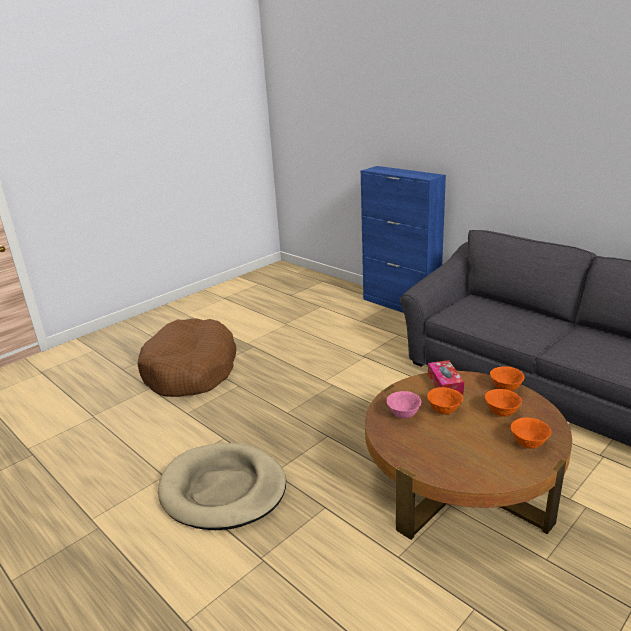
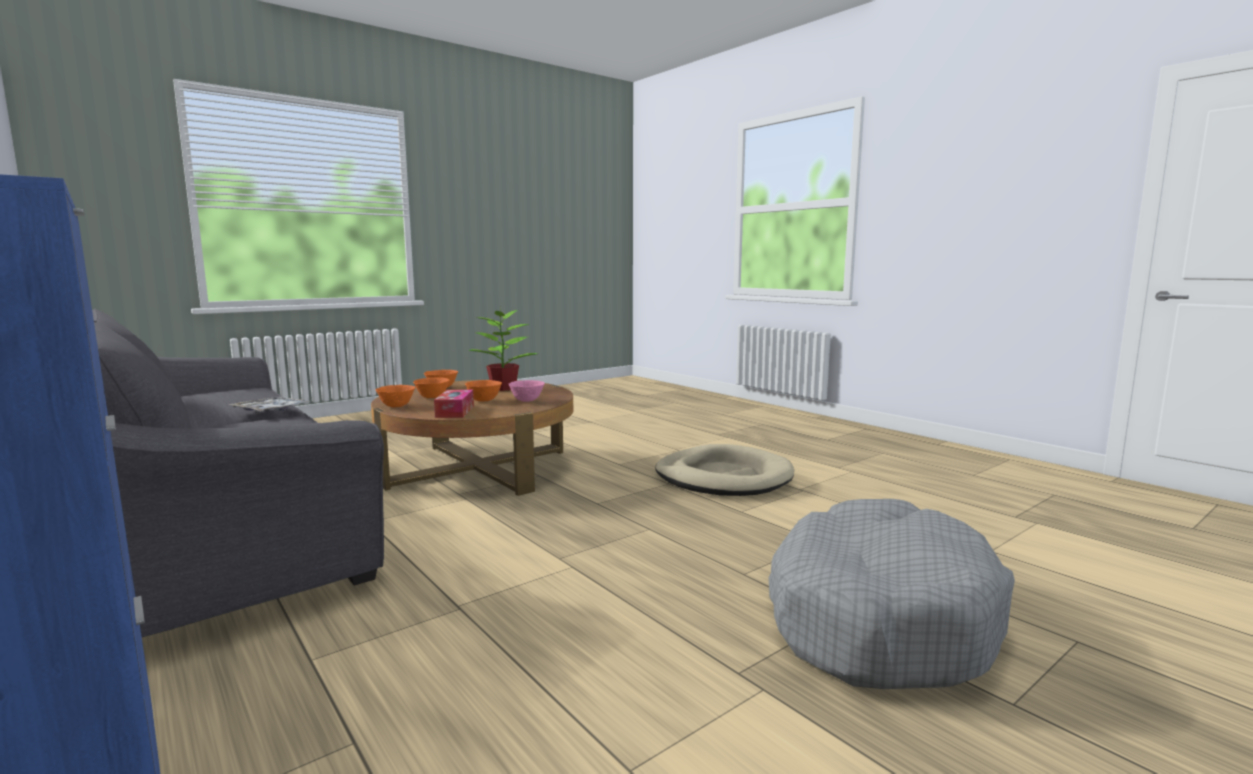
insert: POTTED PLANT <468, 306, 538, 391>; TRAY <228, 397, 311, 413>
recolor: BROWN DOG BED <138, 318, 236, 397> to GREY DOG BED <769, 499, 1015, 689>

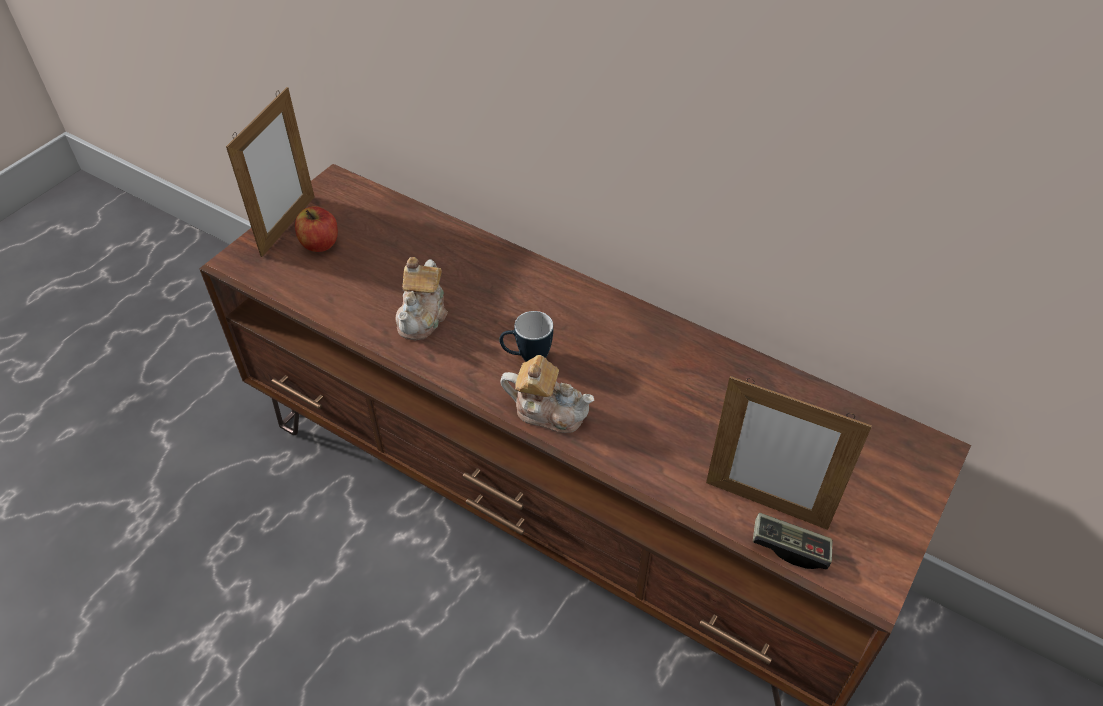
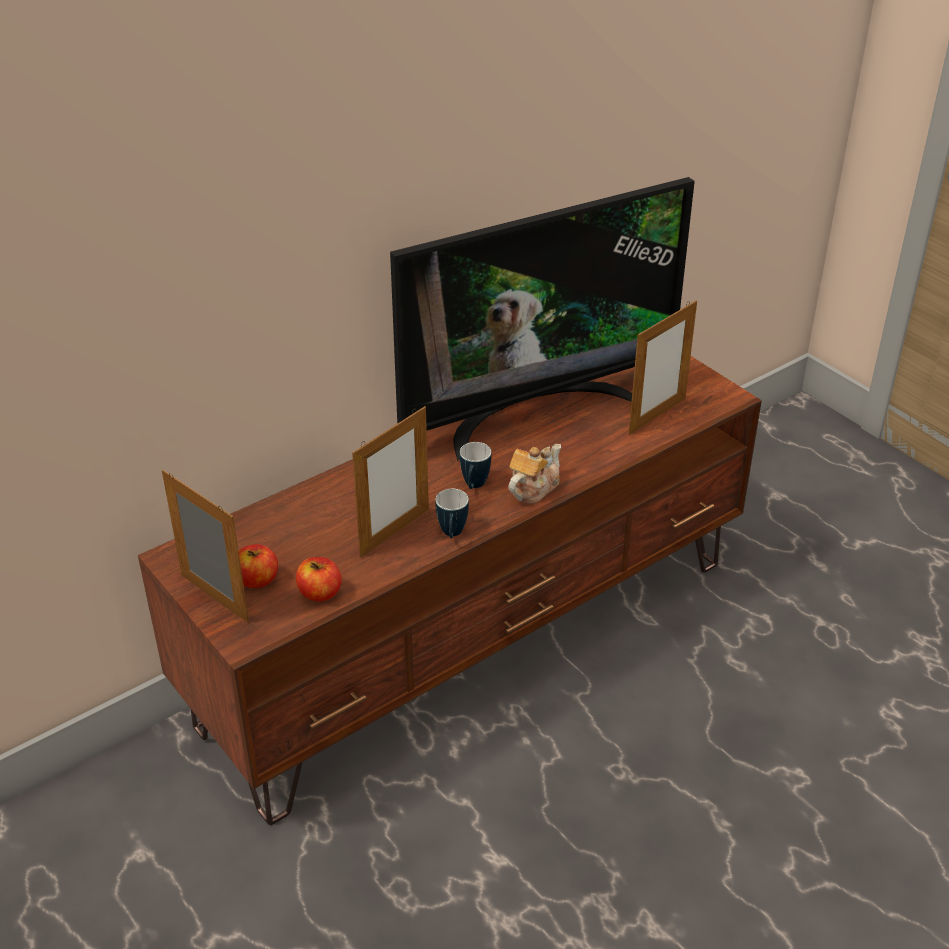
delete: GAME CONTROLLER <753, 513, 833, 570>
insert: TELEVISION <390, 177, 695, 460>; MUG <435, 489, 469, 539>; APPLE <296, 557, 342, 602>
replace: TEAPOT <395, 257, 448, 340> to PICTURE FRAME <352, 406, 429, 557>

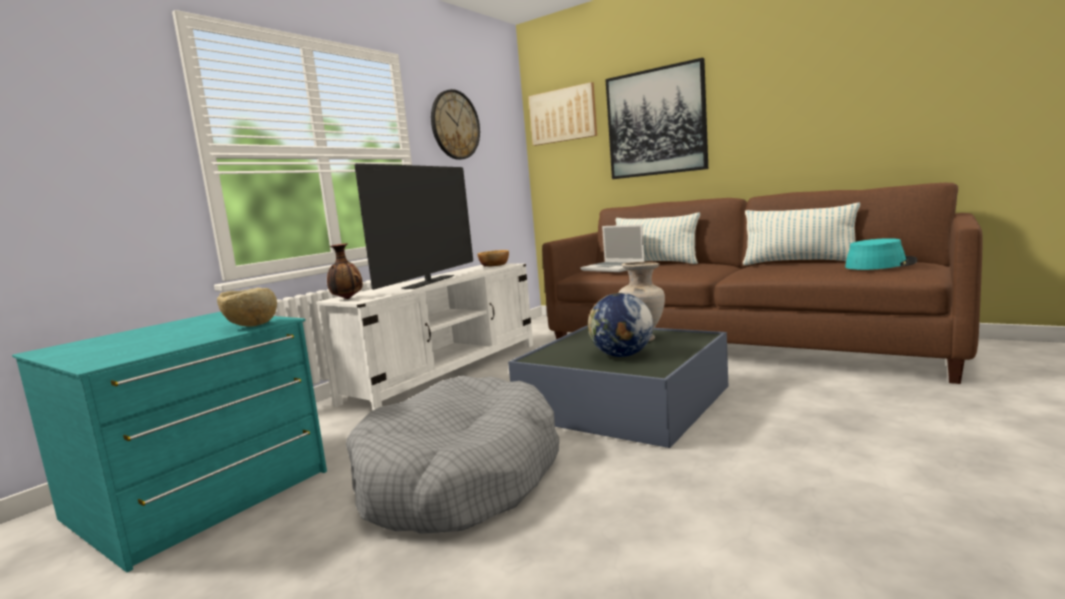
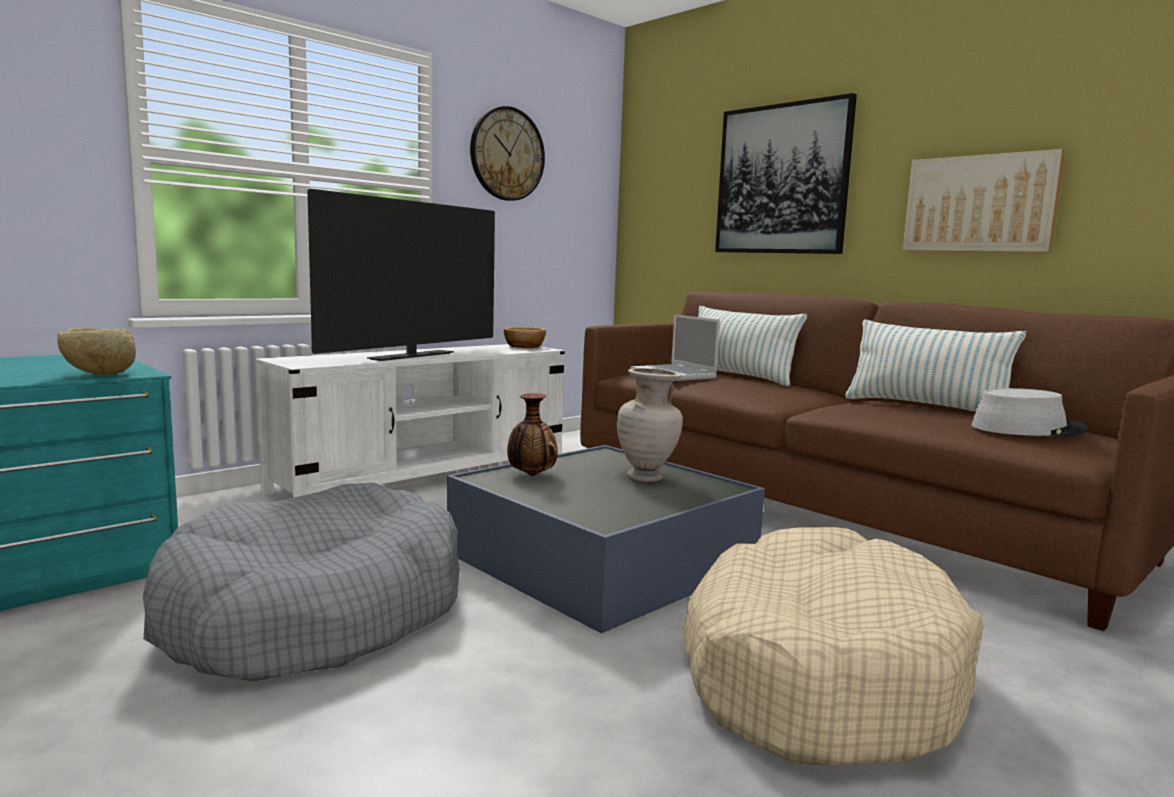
delete: GLOBE <588, 293, 653, 357>
insert: BEIGE DOG BED <683, 527, 983, 766>
move: PICTURE <528, 82, 597, 146> to <903, 149, 1065, 252>; VASE <327, 243, 363, 299> to <507, 393, 557, 476>
recolor: TURQUOISE HAT <845, 238, 918, 270> to GREY HAT <971, 388, 1087, 437>

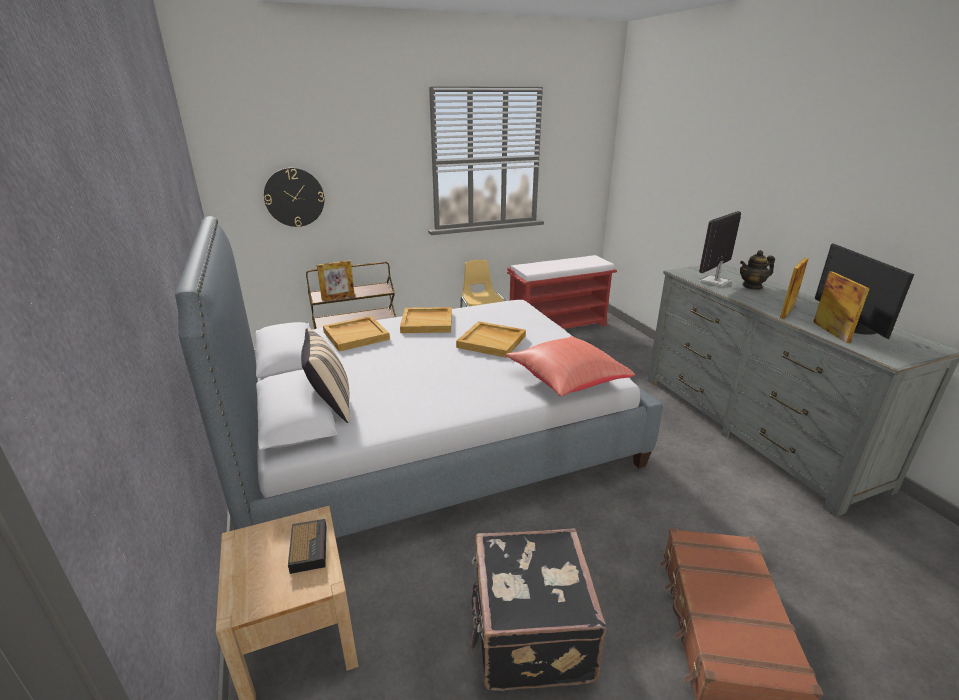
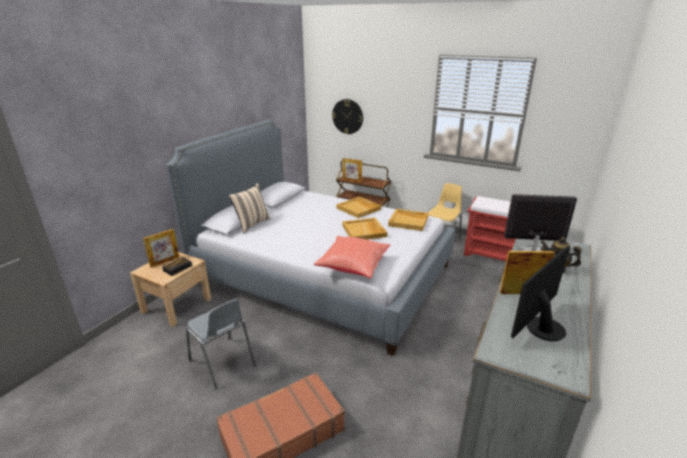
move: PICTURE FRAME <813, 272, 870, 343> to <143, 229, 179, 268>; BEIGE TRAY <323, 316, 390, 351> to <388, 209, 428, 231>
replace: BLACK SUITCASE <471, 528, 606, 691> to GREY CHAIR <186, 298, 256, 389>

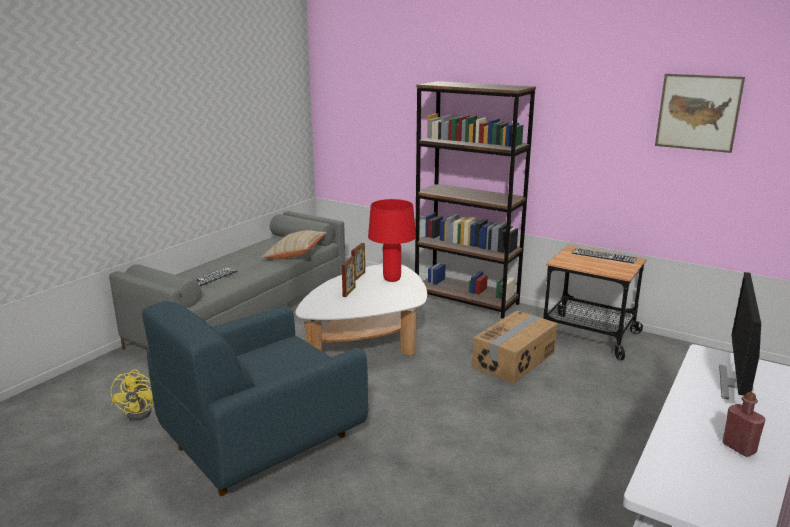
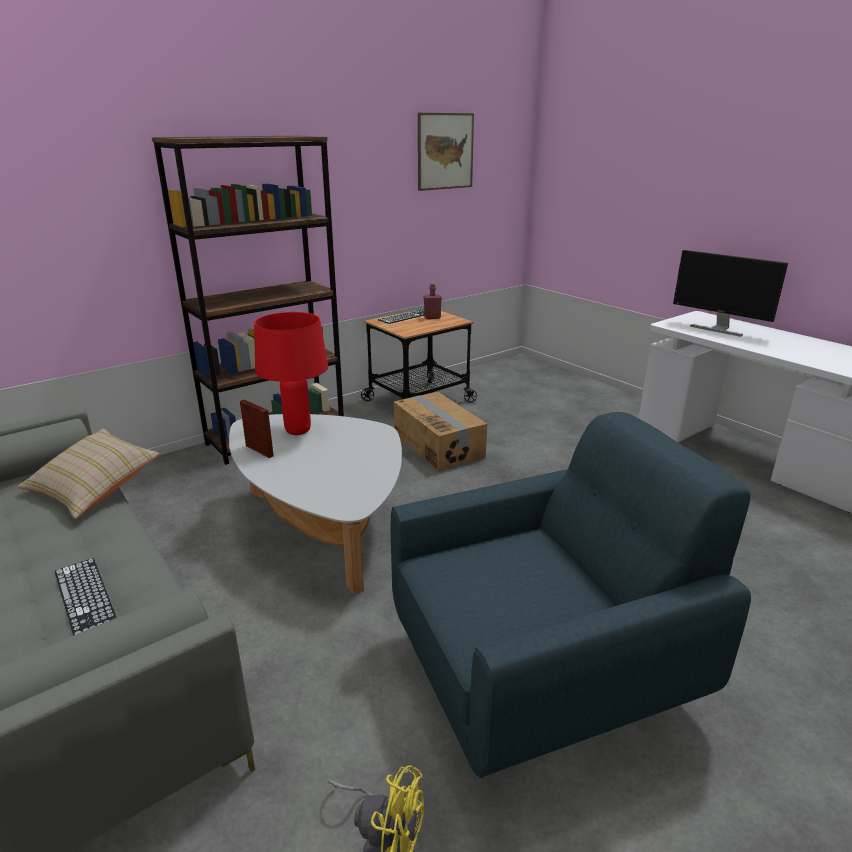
delete: PICTURE FRAME <342, 256, 355, 297>
move: RED BOTTLE <723, 392, 766, 457> to <424, 284, 442, 319>
rotate: BLUE ARMCHAIR <142, 301, 368, 496> = <391, 412, 751, 778> 90 degrees counterclockwise

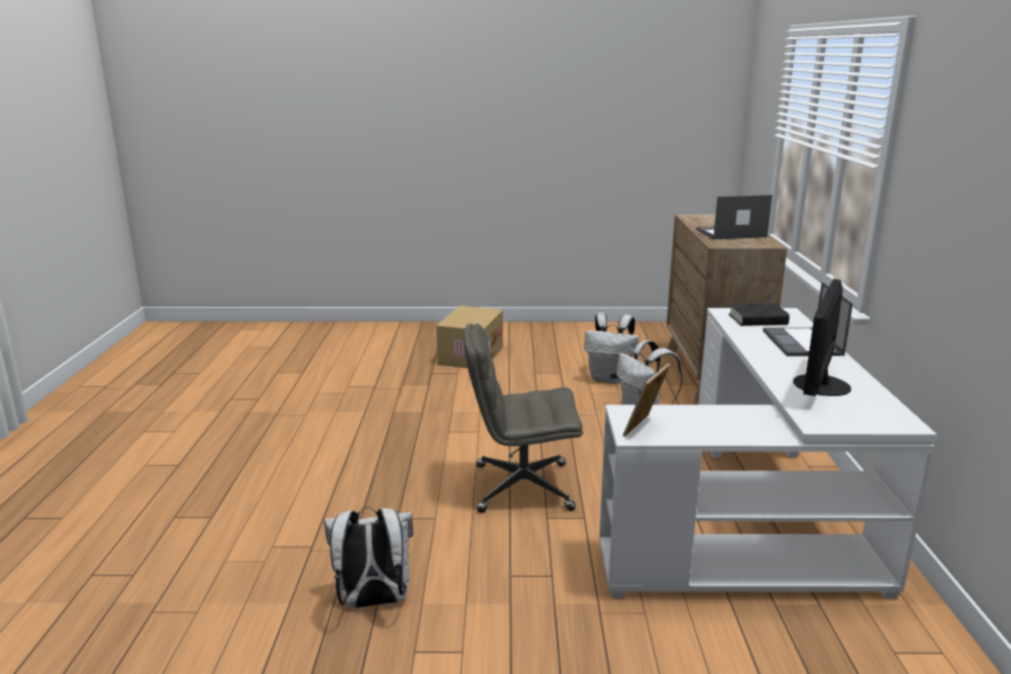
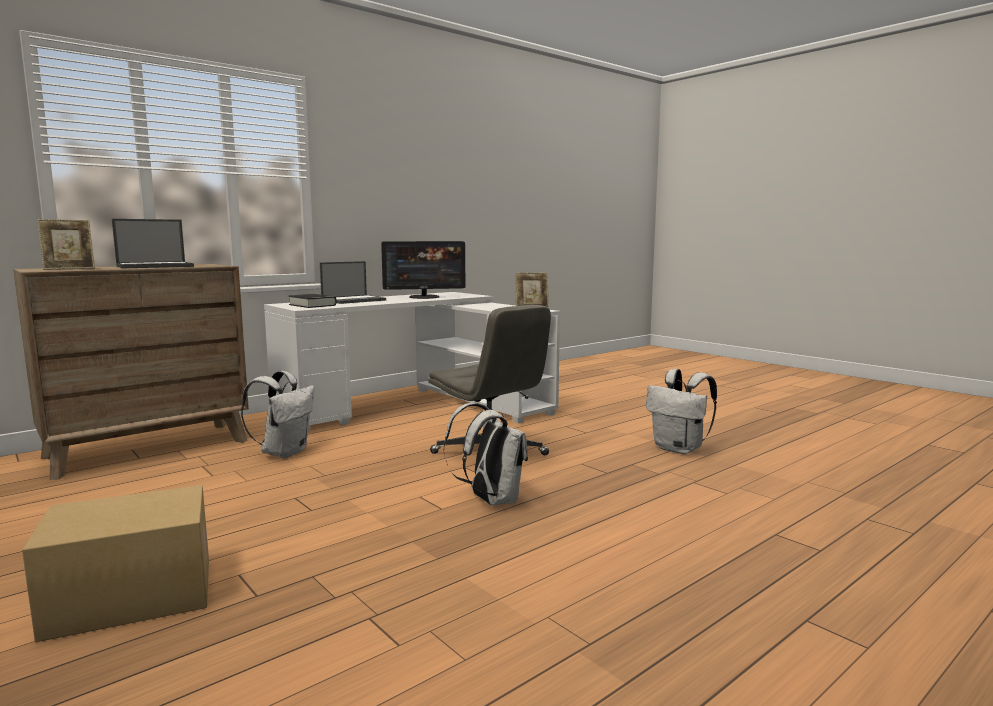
insert: PICTURE FRAME <37, 219, 95, 270>
move: WHITE BACKPACK <584, 313, 639, 383> to <443, 403, 528, 505>
rotate: LAPTOP <696, 195, 772, 239> = <112, 219, 194, 268> 75 degrees counterclockwise

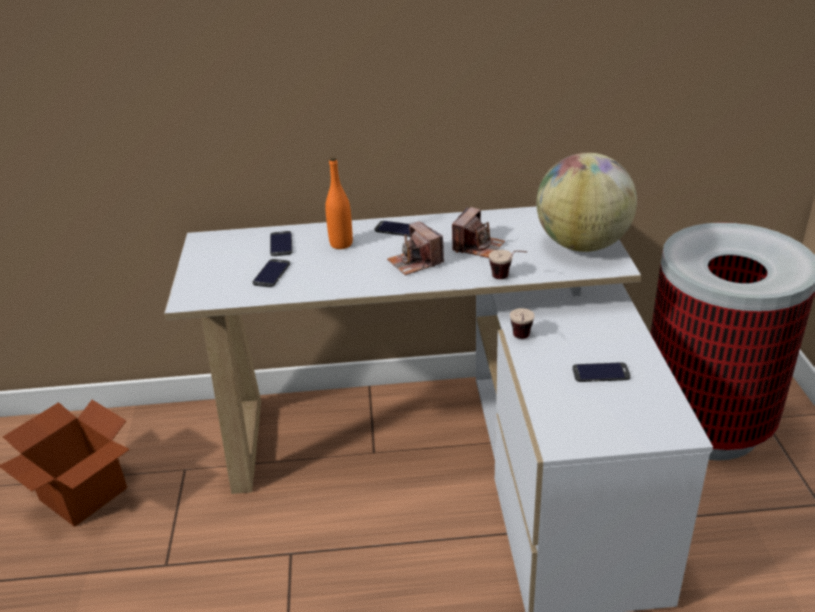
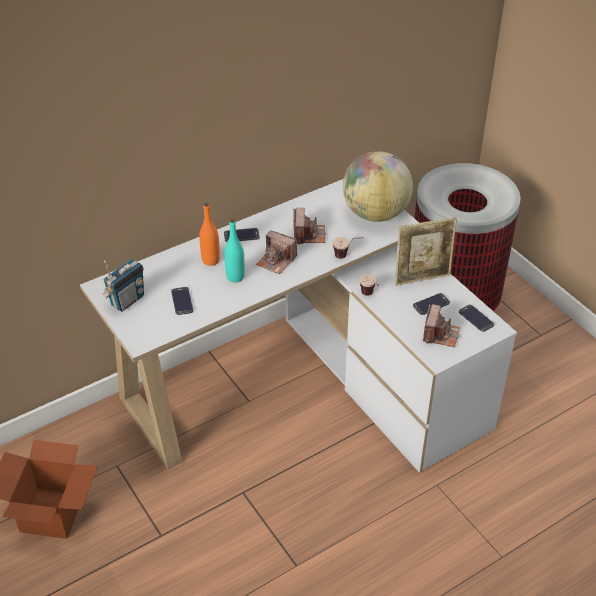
insert: PICTURE FRAME <395, 217, 457, 286>; TURQUOISE BOTTLE <224, 219, 245, 283>; RADIO <103, 259, 144, 312>; PHOTO CAMERA <423, 304, 460, 347>
move: PHONE <270, 231, 292, 256> to <459, 304, 494, 332>

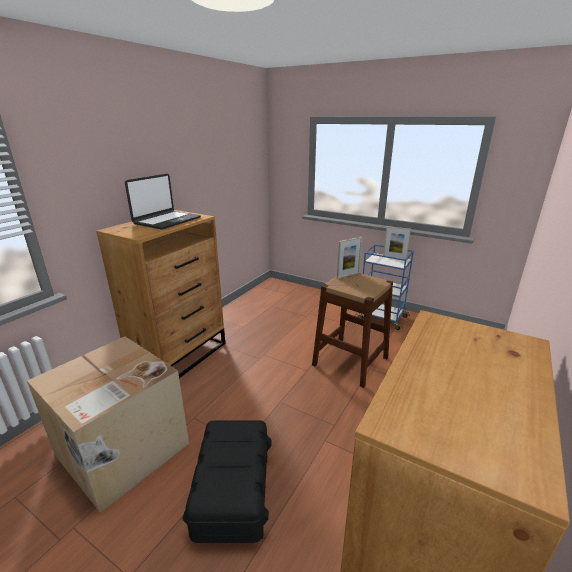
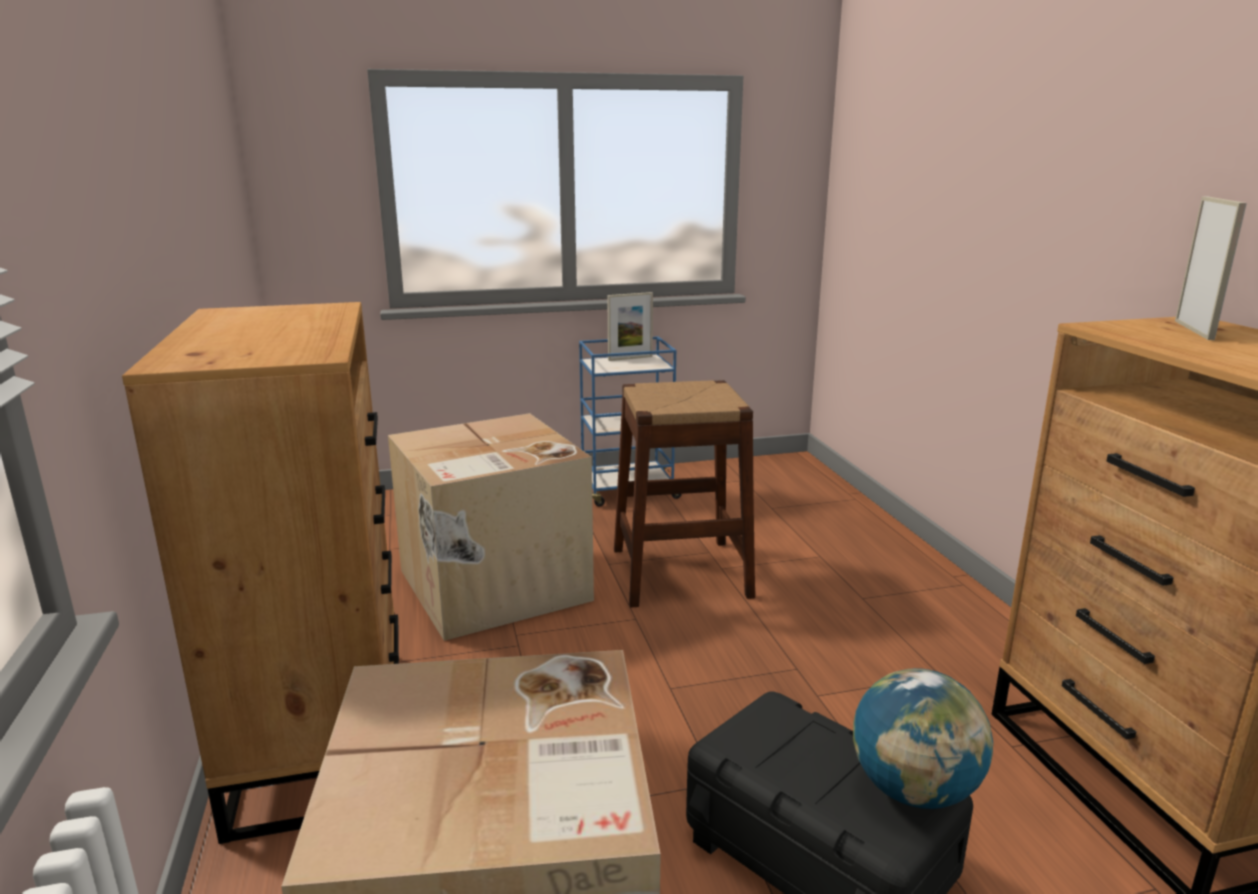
delete: LAPTOP <125, 174, 201, 230>
insert: CARDBOARD BOX <388, 413, 594, 641>; GLOBE <853, 668, 993, 809>
move: PICTURE FRAME <337, 237, 362, 279> to <1175, 197, 1247, 340>

